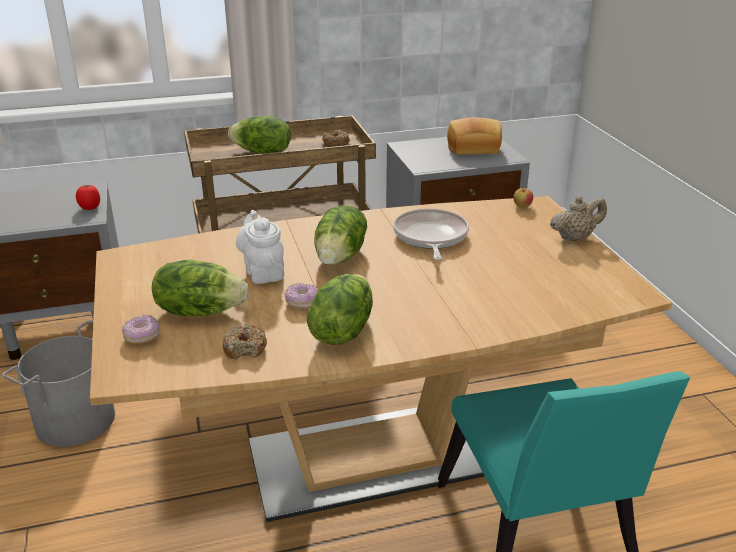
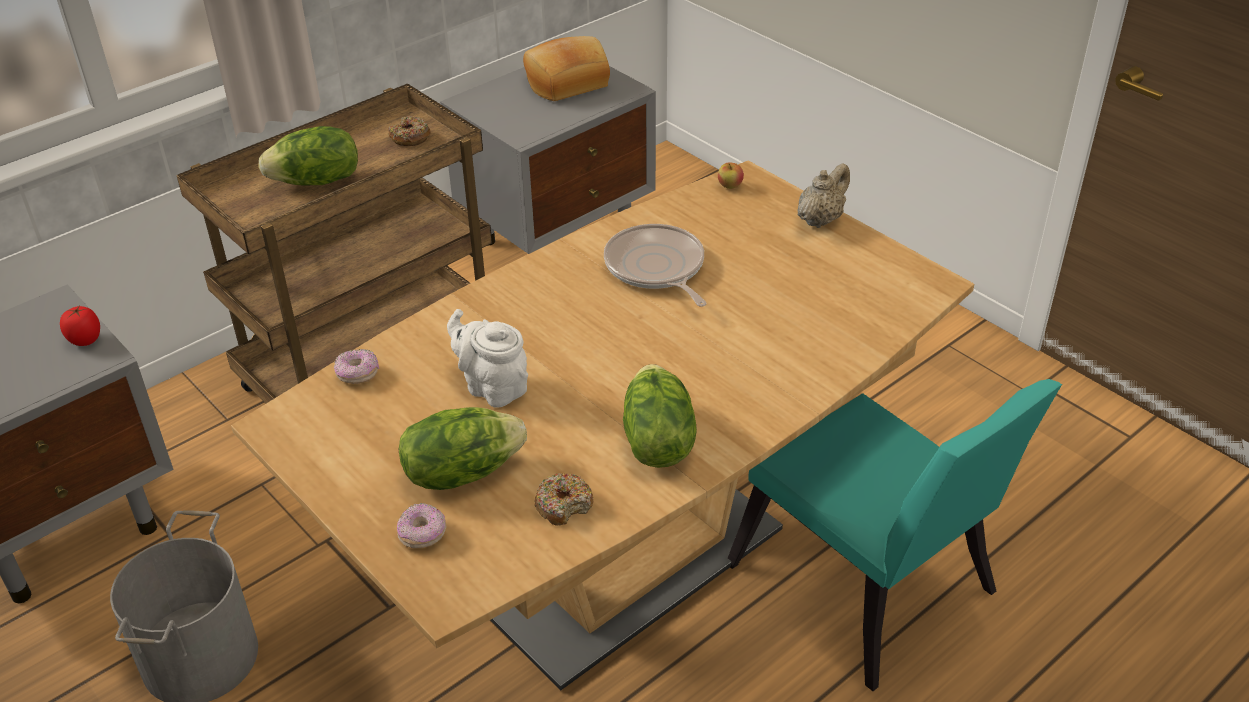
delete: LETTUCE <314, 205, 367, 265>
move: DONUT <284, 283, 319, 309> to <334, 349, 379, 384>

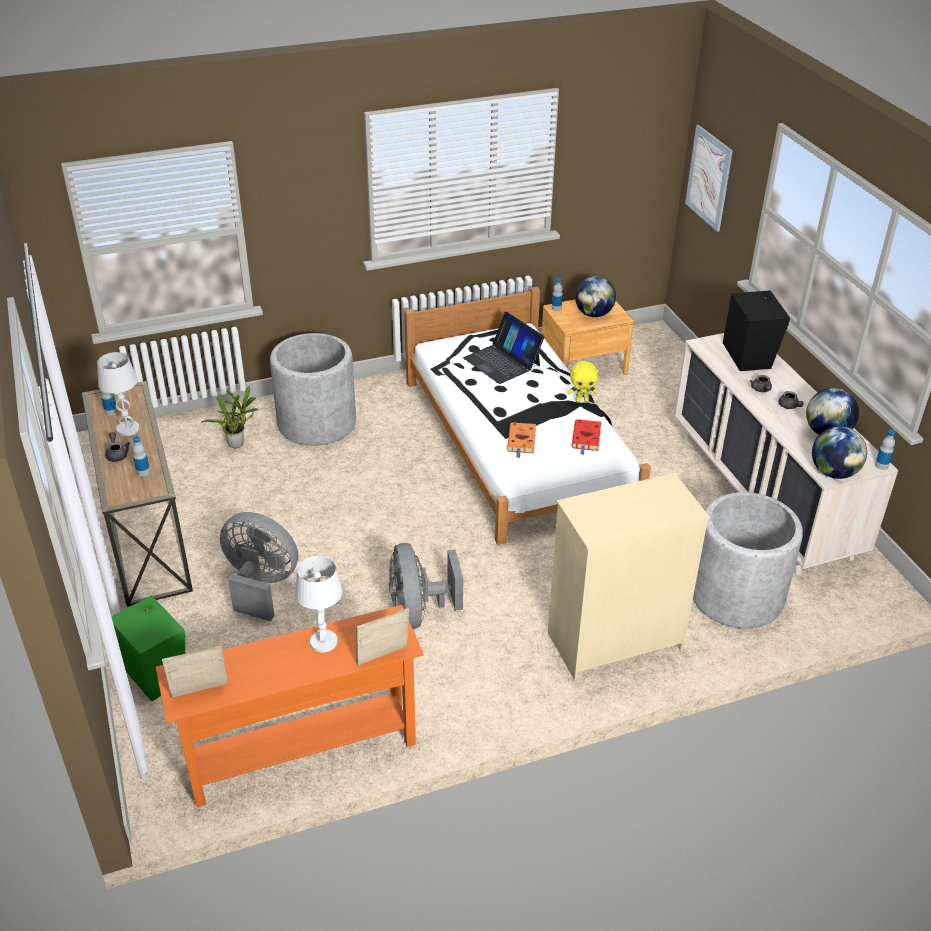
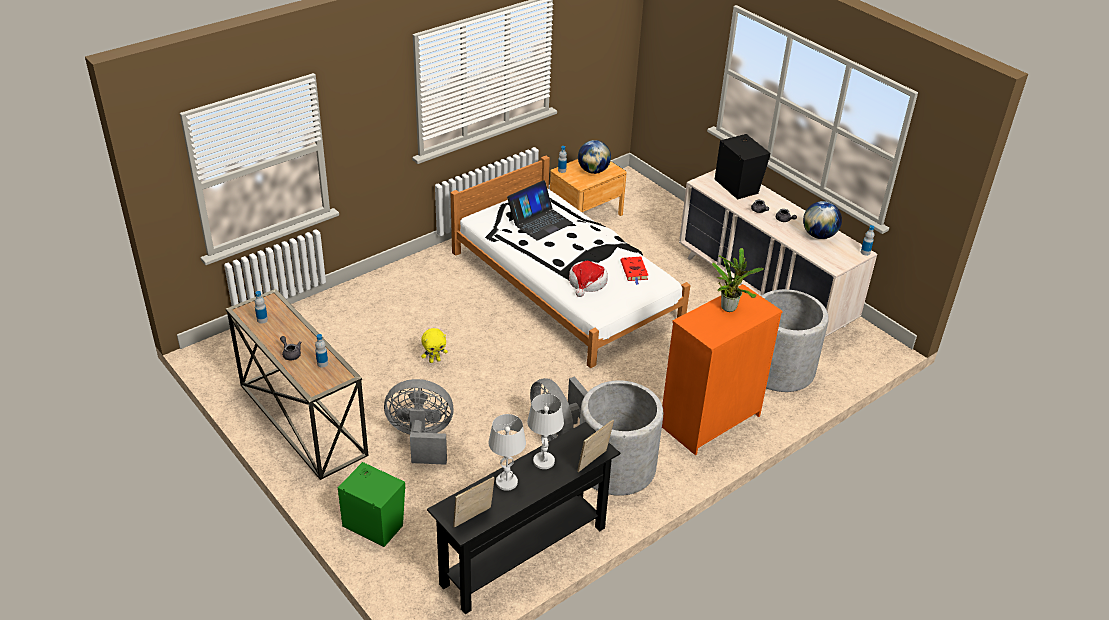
delete: PICTURE <685, 125, 733, 232>; GLOBE <812, 426, 867, 479>
move: GREY PLANTER <270, 333, 356, 446> to <580, 380, 663, 496>; WHITE TABLE LAMP <97, 352, 140, 436> to <489, 414, 526, 491>; YELLOW PLUSH TOY <567, 361, 599, 402> to <421, 328, 448, 363>; POTTED PLANT <201, 387, 259, 448> to <712, 248, 764, 312>
replace: ORANGE BOOK <507, 422, 536, 458> to HAT <569, 261, 608, 297>
recolor: BEIGE DRESSER <548, 473, 710, 681> to ORANGE DRESSER <662, 284, 783, 455>; ORANGE CONSOLE TABLE <156, 605, 423, 807> to BLACK CONSOLE TABLE <427, 422, 620, 614>
rotate: LAPTOP <463, 312, 544, 384> = <507, 180, 573, 240> 75 degrees counterclockwise

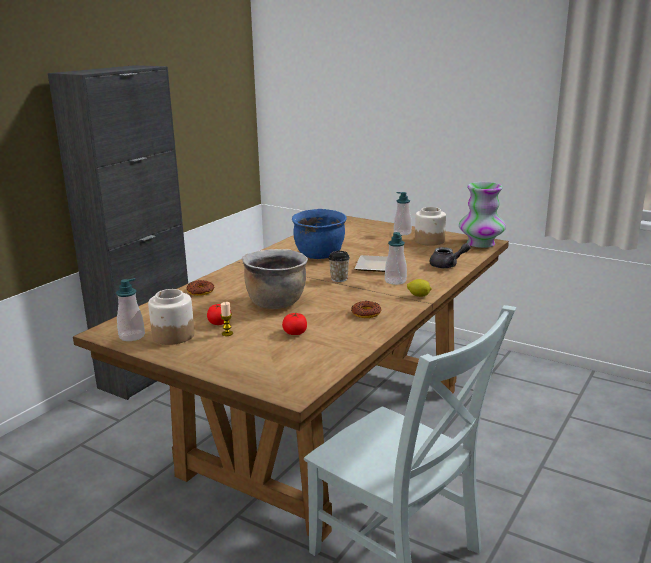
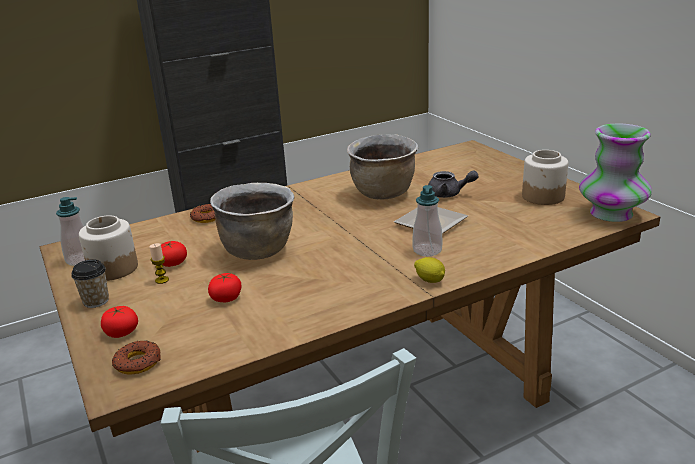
delete: SOAP DISPENSER <394, 192, 412, 235>
insert: TOMATO <101, 306, 138, 338>
move: GREY TEAPOT <430, 243, 471, 268> to <428, 170, 478, 198>; CUP <328, 251, 350, 282> to <71, 259, 109, 308>; DONUT <351, 301, 382, 318> to <112, 341, 161, 375>
recolor: BLUE COOKING POT <292, 209, 347, 259> to BROWN COOKING POT <347, 134, 418, 199>

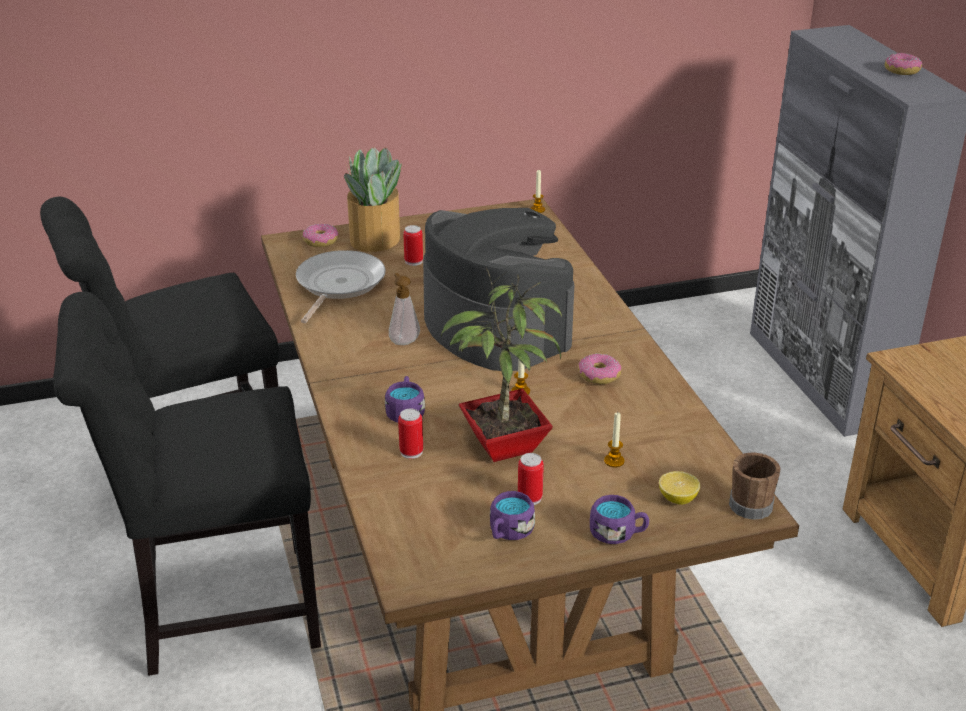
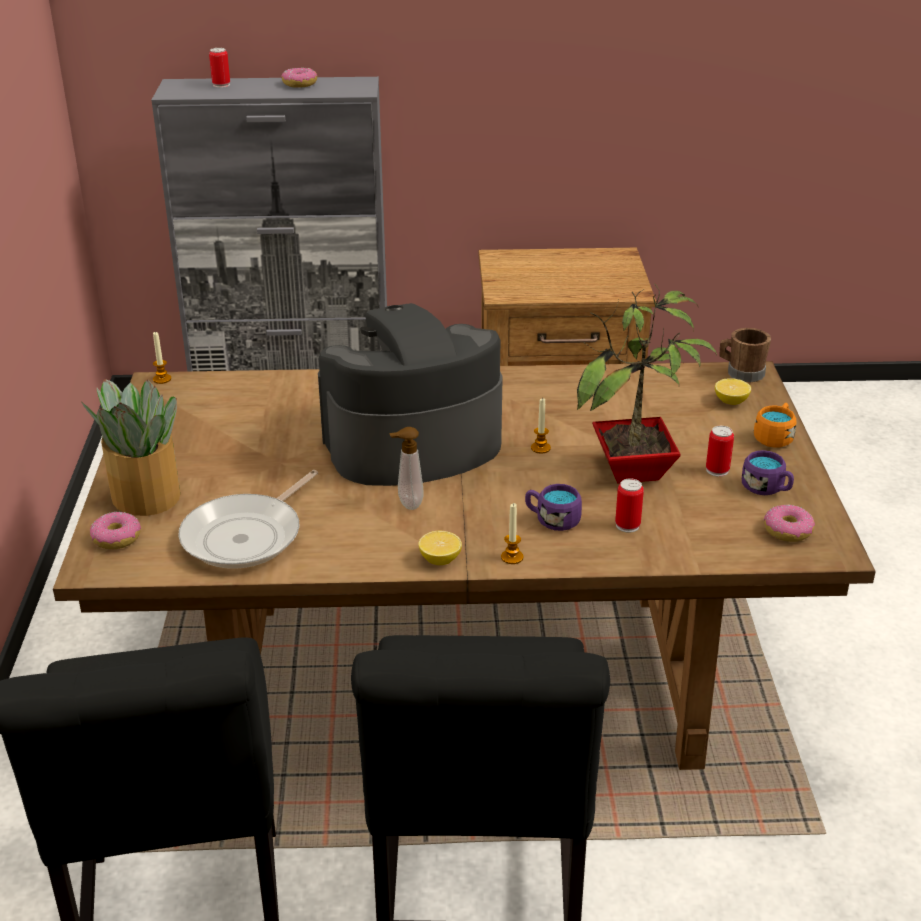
insert: LEMON <419, 531, 462, 565>
move: CAN <403, 225, 423, 266> to <209, 48, 230, 88>; DONUT <578, 354, 621, 384> to <764, 504, 815, 542>; CANDLE <604, 412, 625, 467> to <501, 503, 523, 564>
recolor: PURPLE MUG <590, 495, 649, 544> to ORANGE MUG <754, 403, 796, 448>
rotate: FRYING PAN <296, 250, 386, 323> = <178, 470, 318, 569> 90 degrees counterclockwise

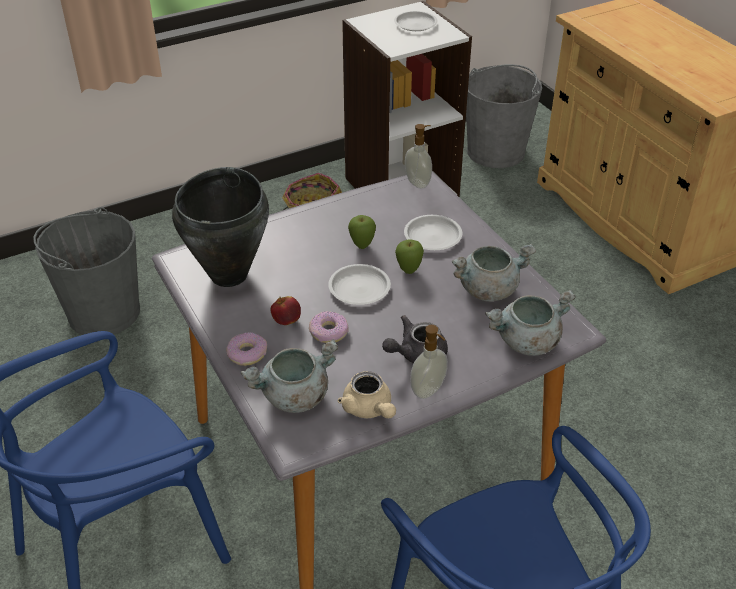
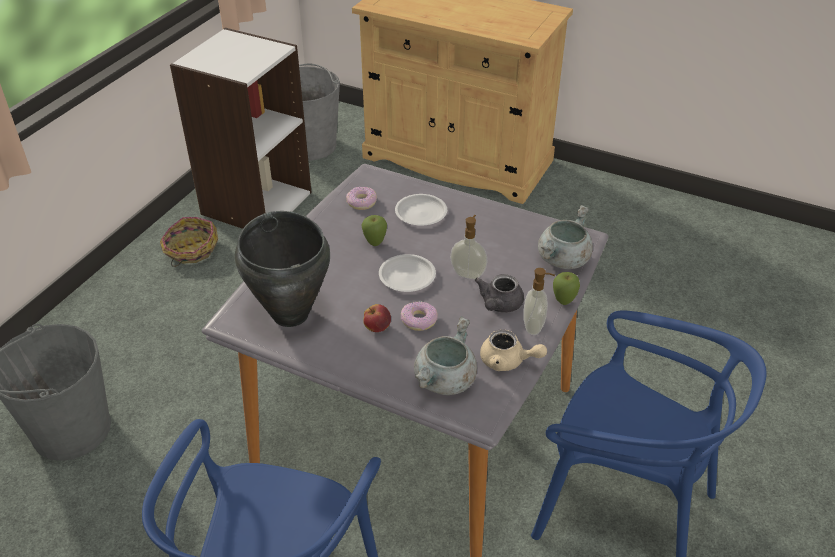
delete: WHITE PLATE <394, 11, 437, 31>; GREY COOKING POT <452, 244, 536, 302>
move: SOAP DISPENSER <405, 124, 432, 189> to <450, 215, 488, 279>; APPLE <395, 239, 424, 274> to <553, 272, 580, 305>; DONUT <226, 332, 267, 366> to <346, 187, 377, 210>

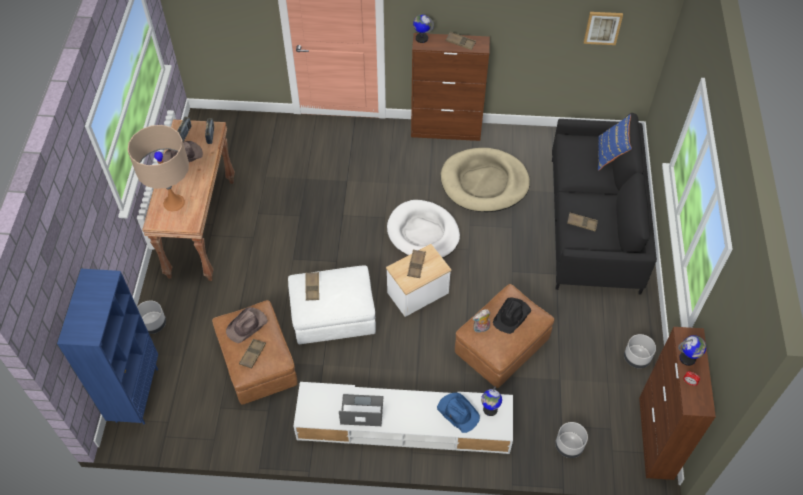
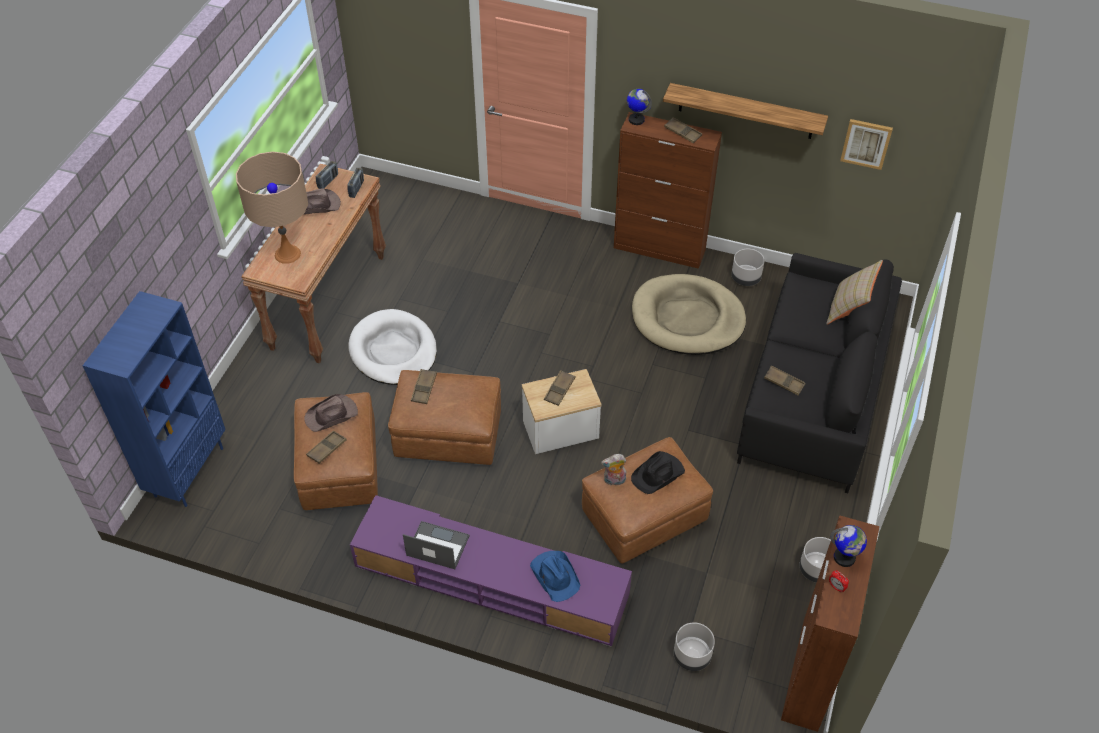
delete: GLOBE <481, 387, 502, 416>
insert: SHELF <663, 83, 828, 139>
move: WHITE DOG BED <387, 200, 460, 258> to <348, 309, 437, 385>; GREY PLANTER <137, 300, 166, 334> to <731, 249, 765, 286>
recolor: BLUE PILLOW <598, 114, 632, 171> to BEIGE PILLOW <826, 260, 883, 325>; WHITE OTTOMAN <288, 265, 376, 344> to BROWN OTTOMAN <388, 370, 501, 465>; WHITE TV STAND <293, 382, 513, 454> to PURPLE TV STAND <350, 495, 632, 647>

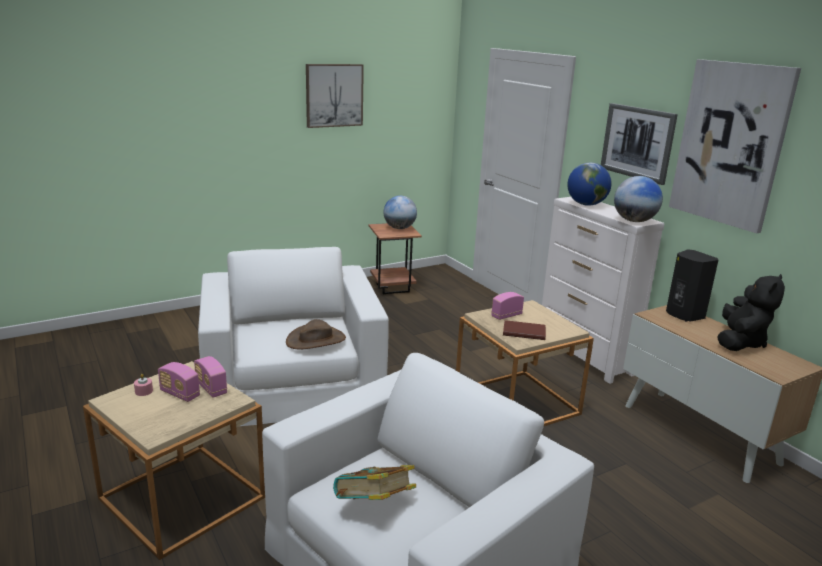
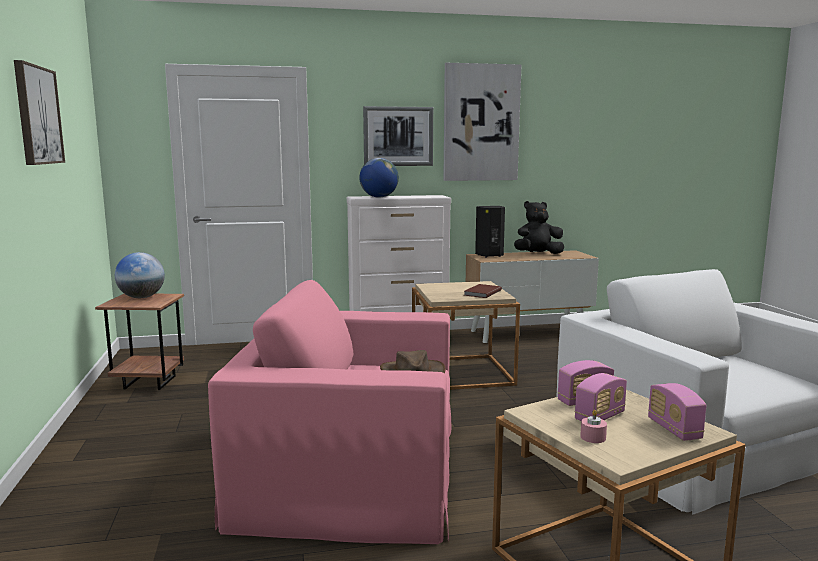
delete: GLOBE <614, 176, 663, 222>; BOOK <333, 465, 416, 500>
move: RADIO <491, 292, 524, 320> to <648, 383, 706, 441>
recolor: WHITE ARMCHAIR <198, 247, 389, 426> to PINK ARMCHAIR <208, 280, 452, 544>
rotate: BLACK PLUSH TOY <717, 274, 785, 351> = <514, 201, 564, 254> 60 degrees counterclockwise

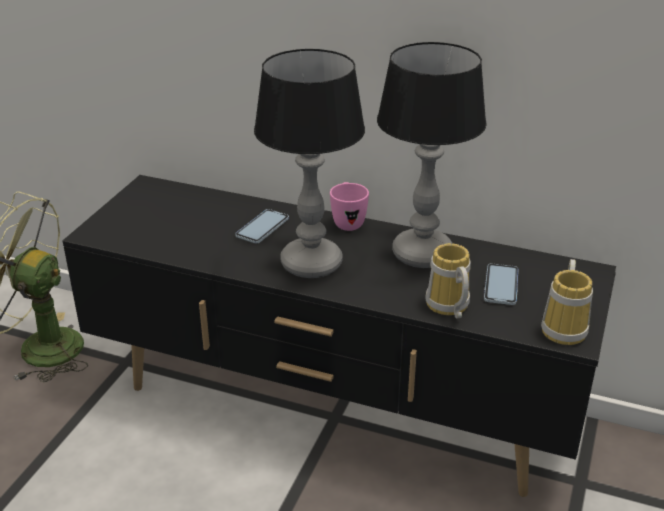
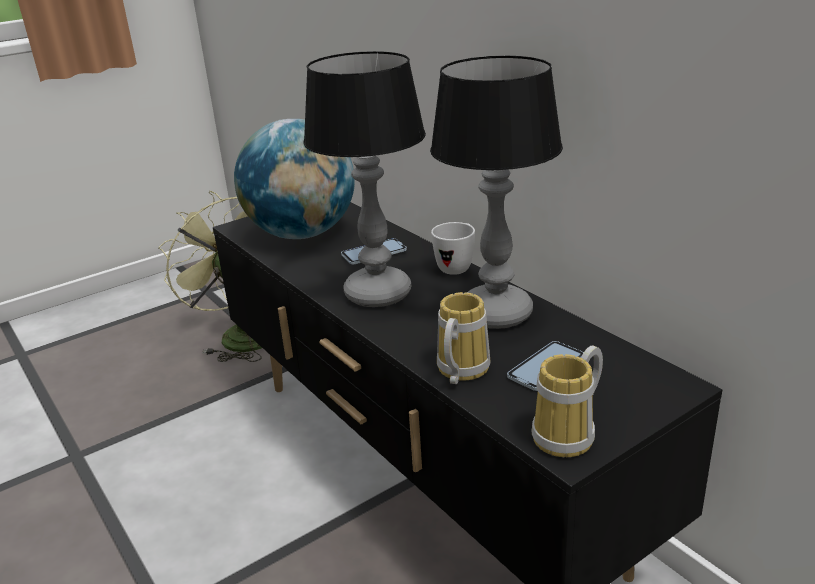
insert: GLOBE <234, 119, 355, 239>
recolor: PINK MUG <330, 182, 369, 231> to WHITE MUG <431, 222, 475, 275>

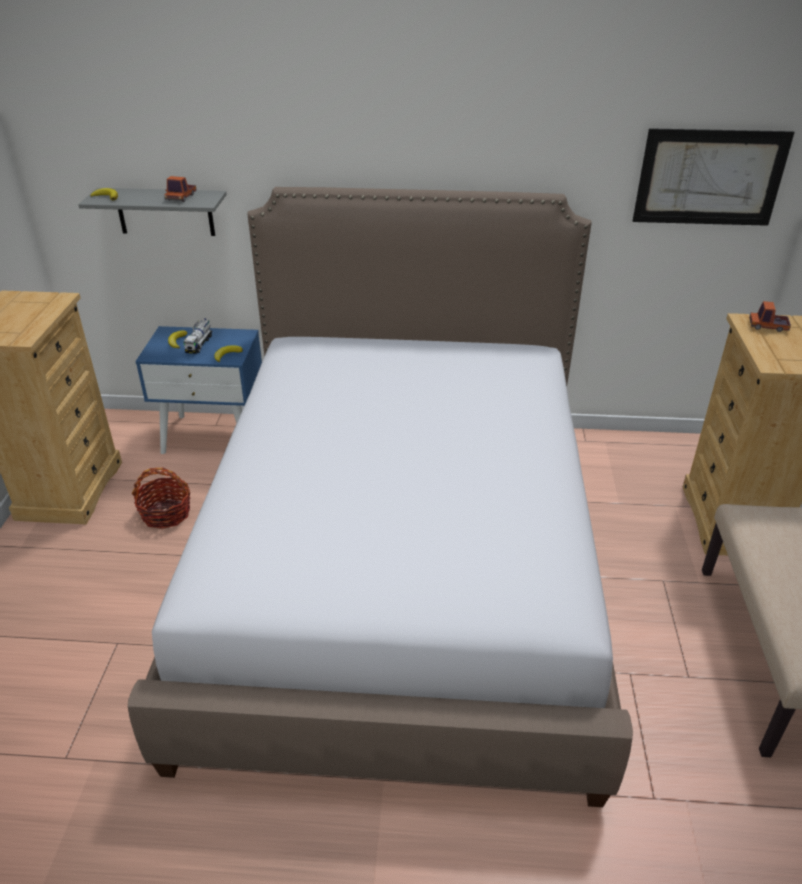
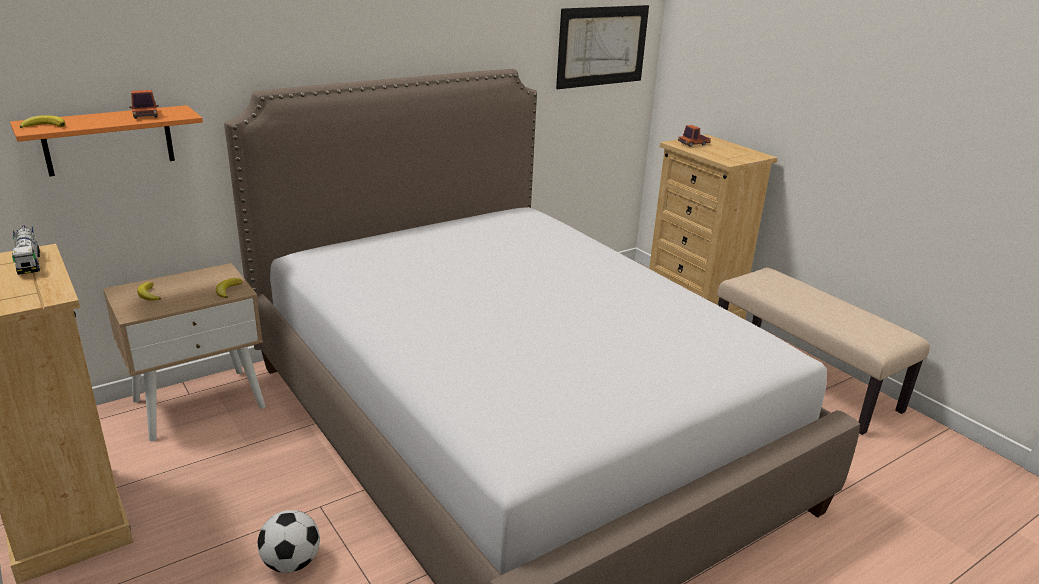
delete: BASKET <132, 468, 191, 529>
insert: FOOTBALL <257, 510, 320, 573>
move: TOY TRUCK <183, 318, 212, 354> to <12, 225, 40, 275>
recolor: GREY SHELF <78, 188, 227, 236> to ORANGE SHELF <10, 105, 203, 177>; BLUE NIGHTSTAND <135, 326, 262, 454> to BEIGE NIGHTSTAND <103, 263, 266, 442>

